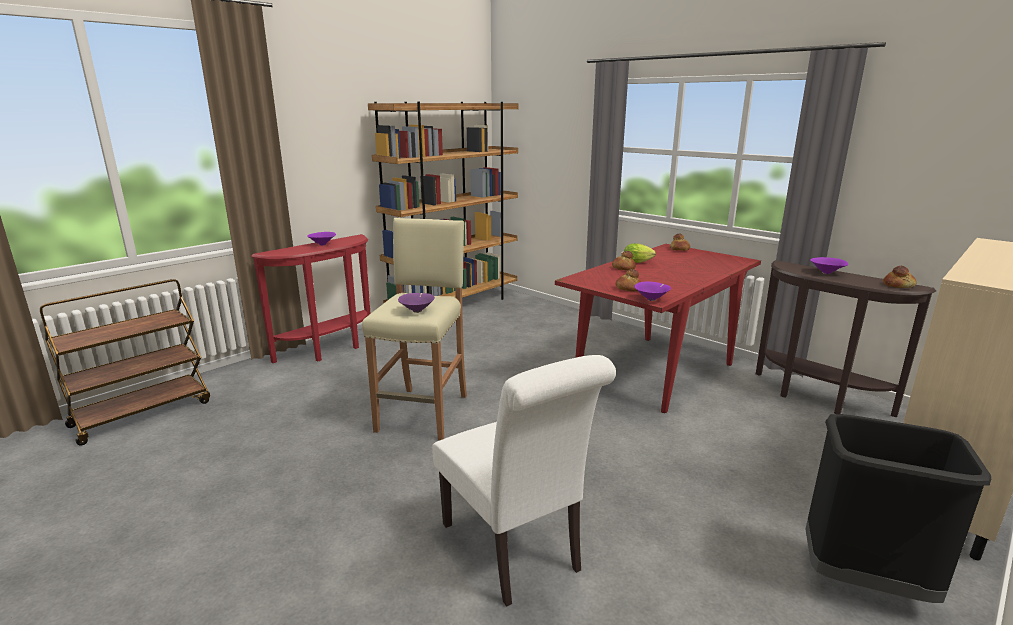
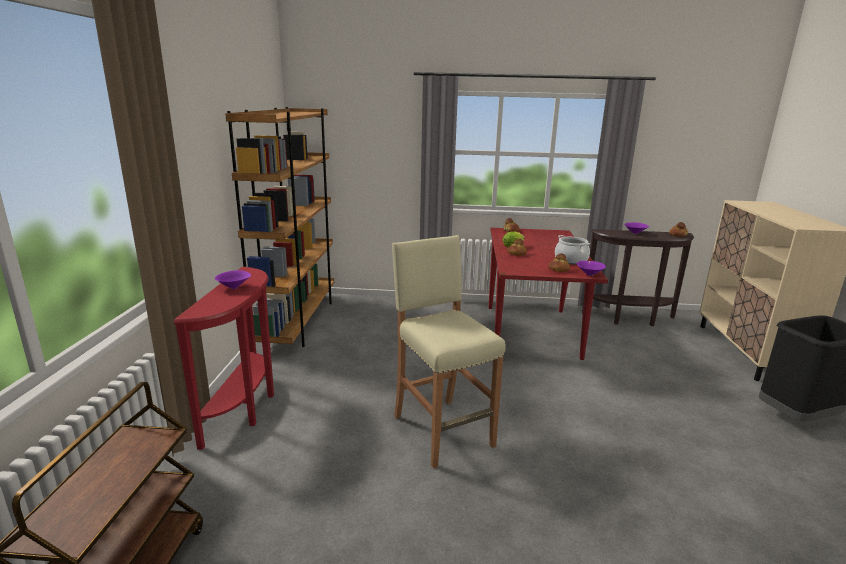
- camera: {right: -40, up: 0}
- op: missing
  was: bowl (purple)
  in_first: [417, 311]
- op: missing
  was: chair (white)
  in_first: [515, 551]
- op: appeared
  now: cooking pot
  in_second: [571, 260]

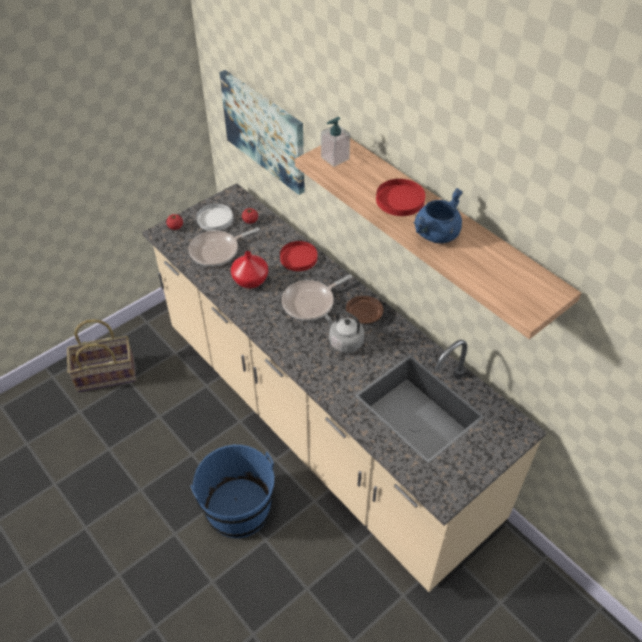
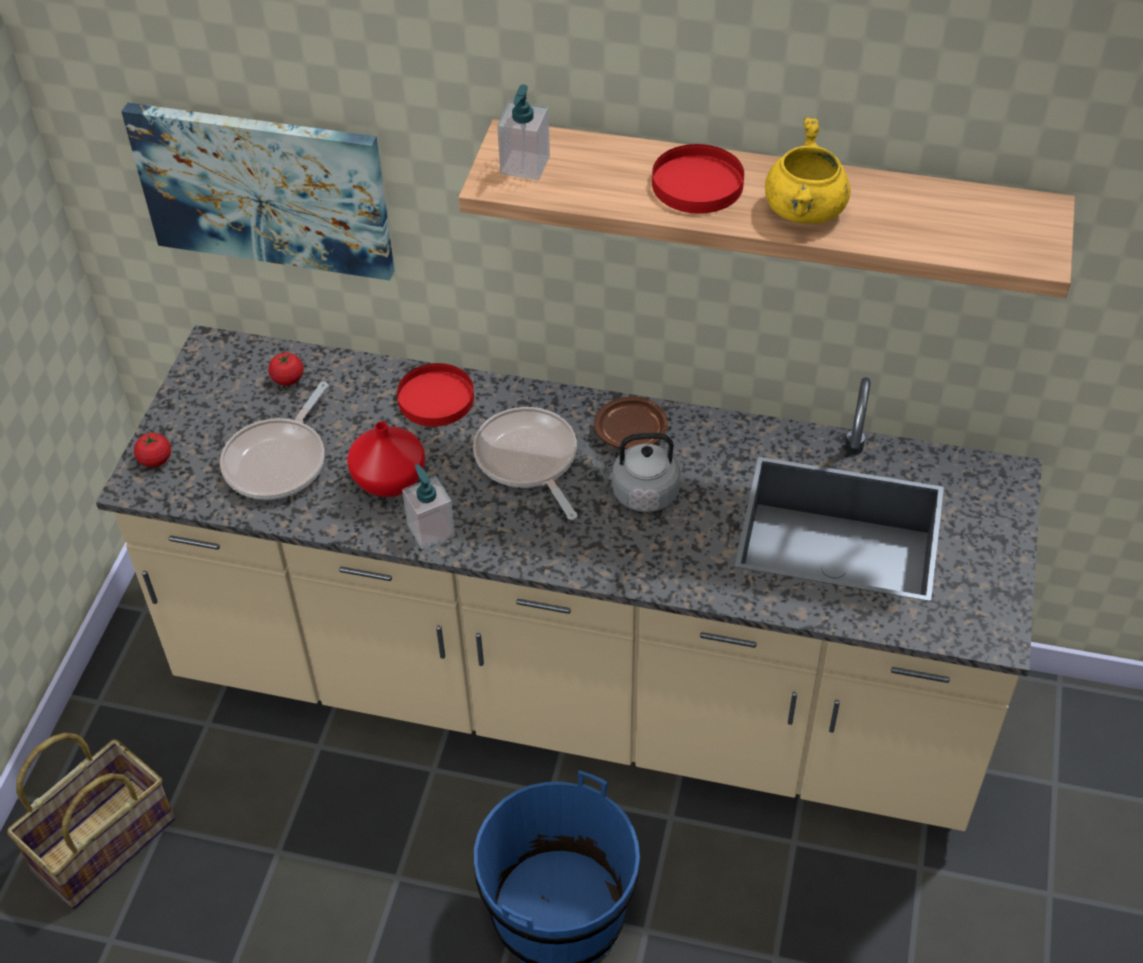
- camera: {right: -35, up: 0}
- op: missing
  was: plate (white)
  in_first: [215, 219]
- op: spun
  was: frying pan
  in_first: [311, 302]
  in_second: [528, 460]
  clockwise: 135
- op: colour
  was: cooking pot (blue)
  now: cooking pot (yellow)
  in_first: [436, 235]
  in_second: [806, 211]
- op: appeared
  now: soap dispenser
  in_second: [431, 530]

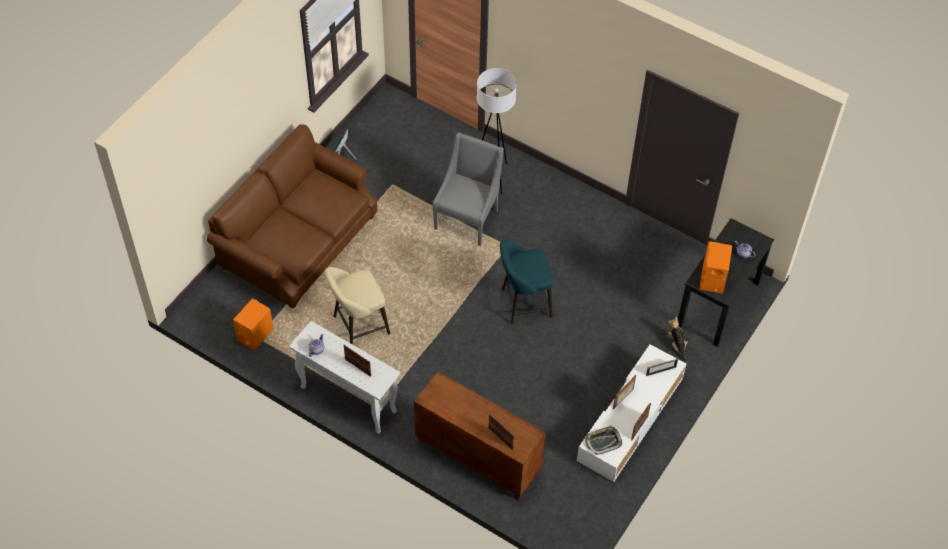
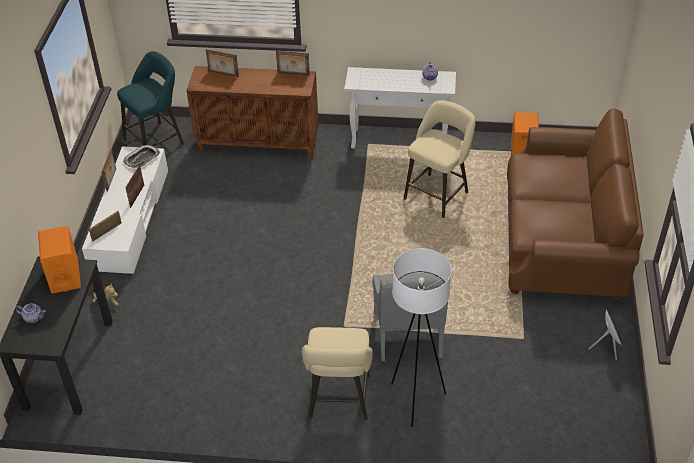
- camera: {right: 155, up: -10}
- op: relocated
  was: picture frame
  in_first: [358, 367]
  in_second: [293, 74]
- op: relocated
  was: stool (turquoise)
  in_first: [523, 304]
  in_second: [157, 140]
- op: appeared
  now: stool (beige)
  in_second: [339, 400]

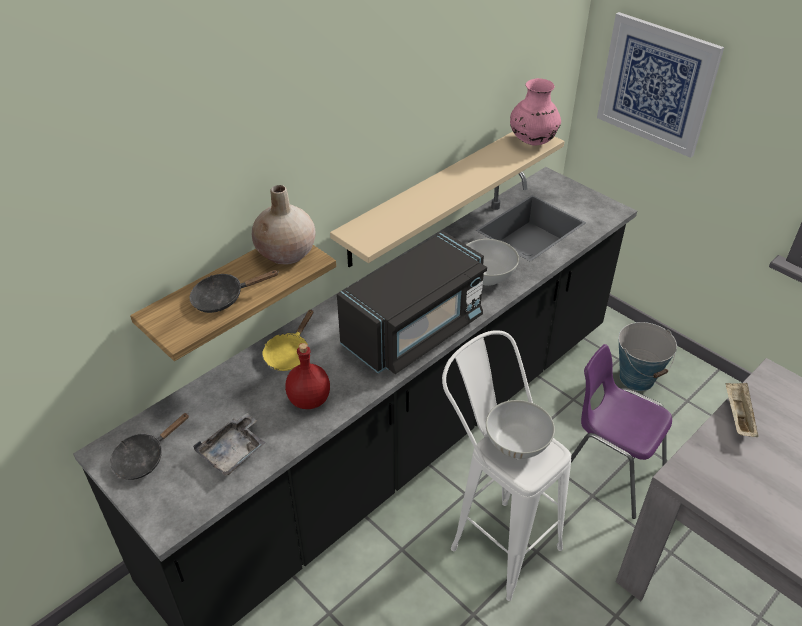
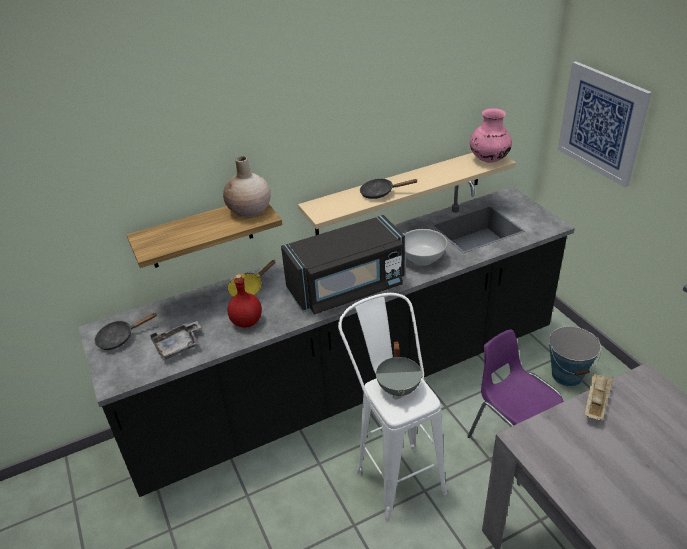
- camera: {right: 20, up: -5}
- op: relocated
  was: frying pan (black)
  in_first: [223, 298]
  in_second: [380, 193]
- op: exchanged
  was: bowl (white)
  now: cooking pot (grey)
  in_first: [517, 444]
  in_second: [399, 388]

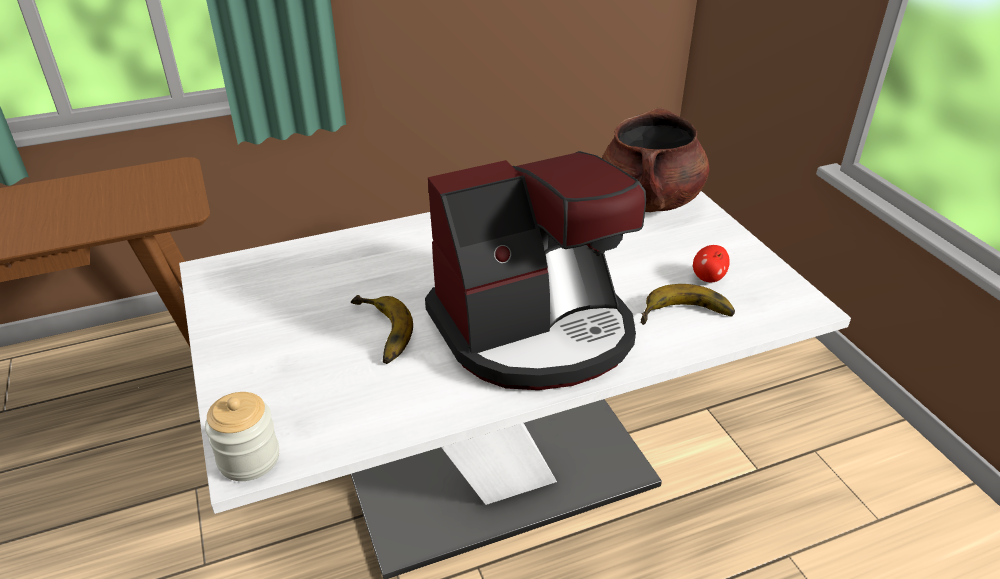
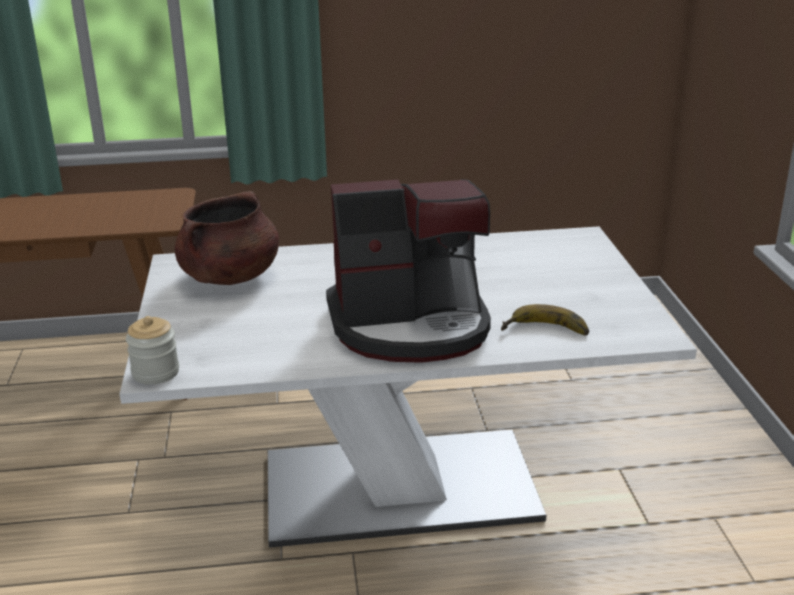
- camera: {right: 15, up: -10}
- op: missing
  was: banana
  in_first: [376, 334]
- op: relocated
  was: cooking pot (brown)
  in_first: [649, 200]
  in_second: [230, 277]
- op: missing
  was: apple
  in_first: [708, 278]

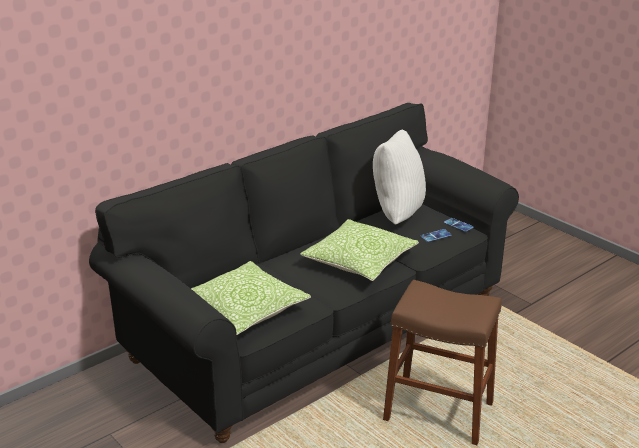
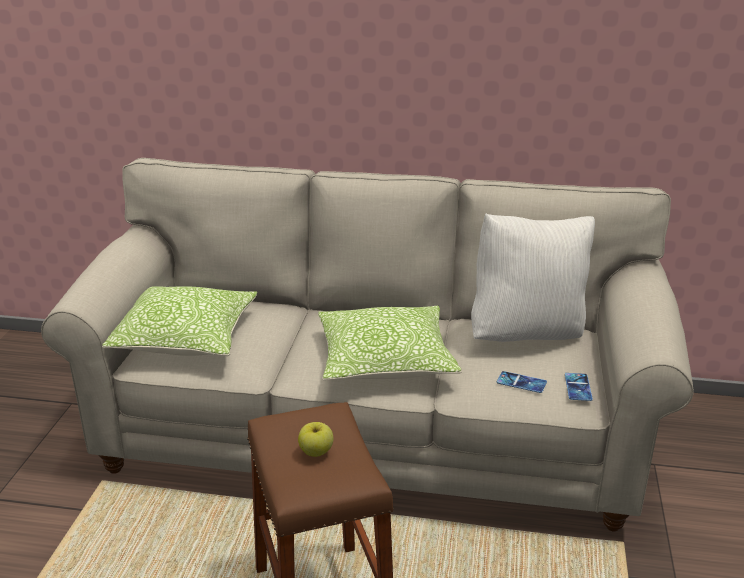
- camera: {right: 50, up: 0}
- op: colour
  was: sofa (black)
  now: sofa (beige)
  in_first: [319, 329]
  in_second: [372, 433]
- op: appeared
  now: apple
  in_second: [316, 452]

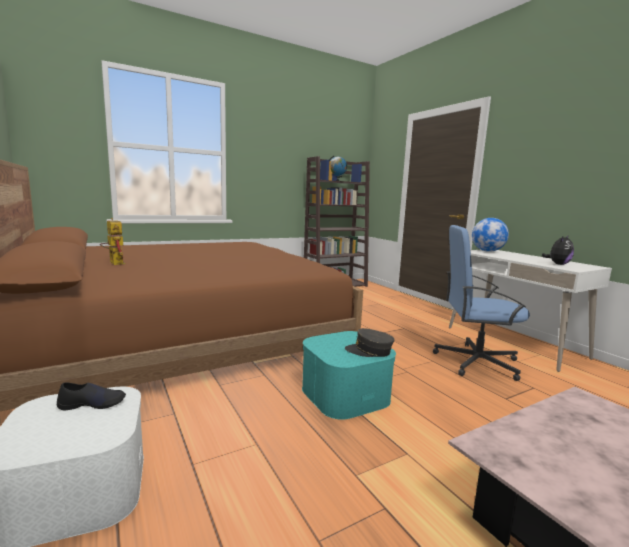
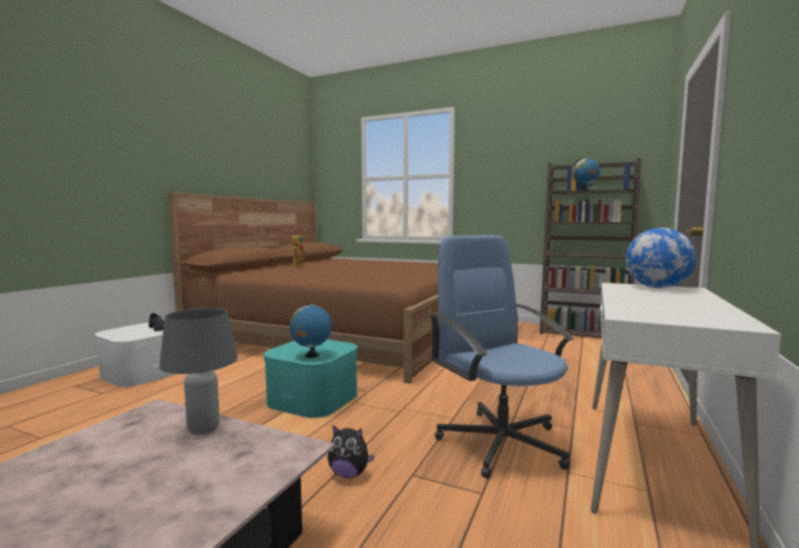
- camera: {right: 55, up: -5}
- op: exchanged
  was: cap (grey)
  now: globe
  in_first: [369, 351]
  in_second: [311, 356]
- op: relocated
  was: plush toy
  in_first: [558, 264]
  in_second: [349, 474]
- op: appeared
  now: table lamp (grey)
  in_second: [204, 429]

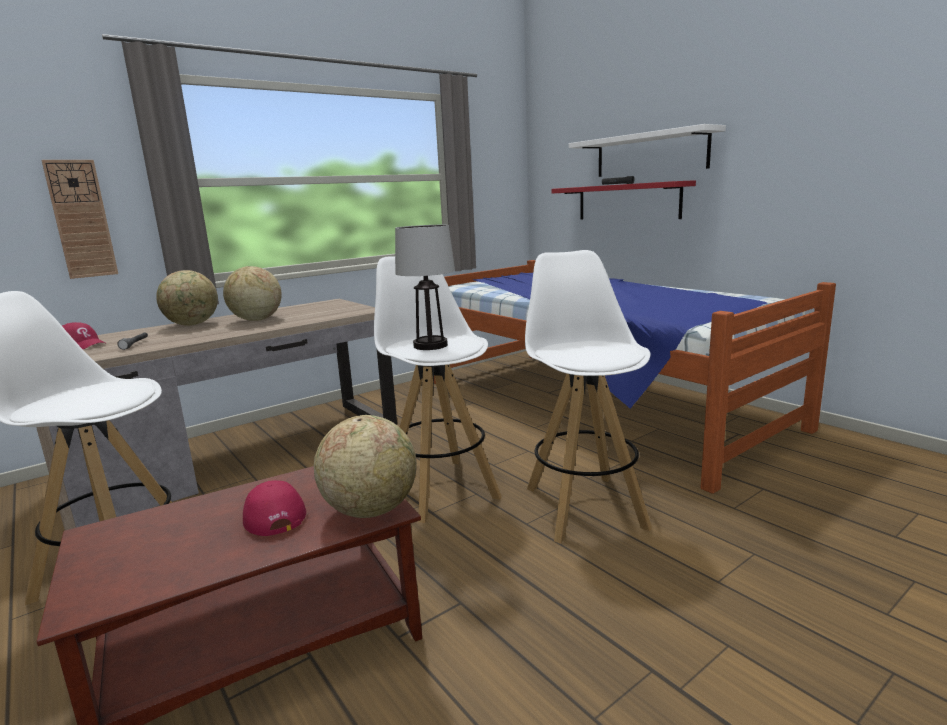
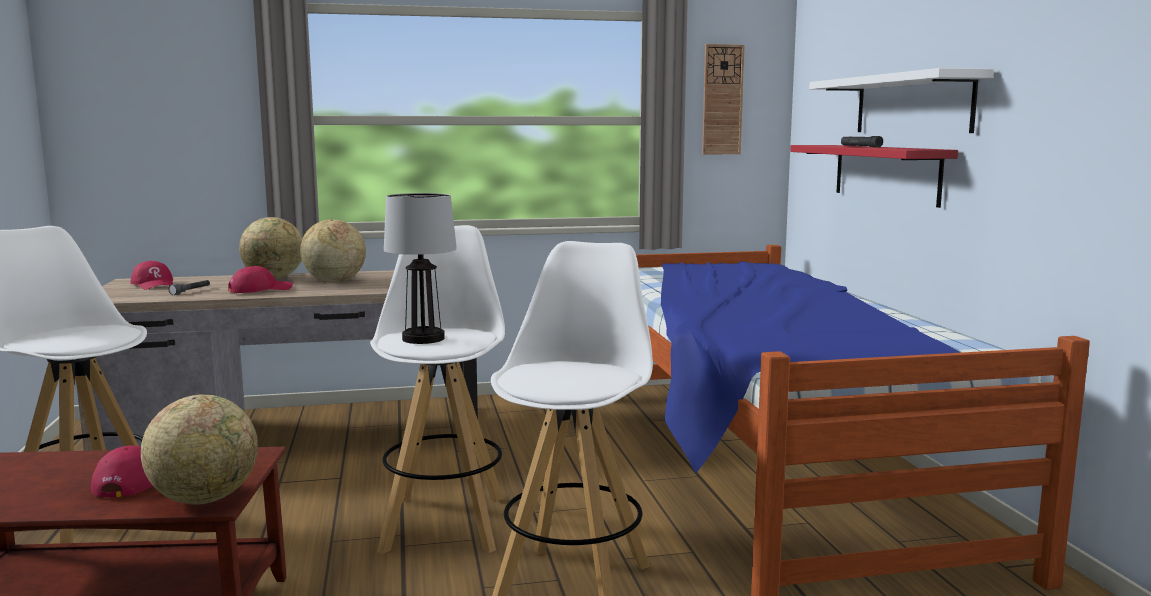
- camera: {right: 25, up: -5}
- op: relocated
  was: wall clock
  in_first: [81, 219]
  in_second: [722, 100]
- op: appeared
  now: cap (red)
  in_second: [260, 289]

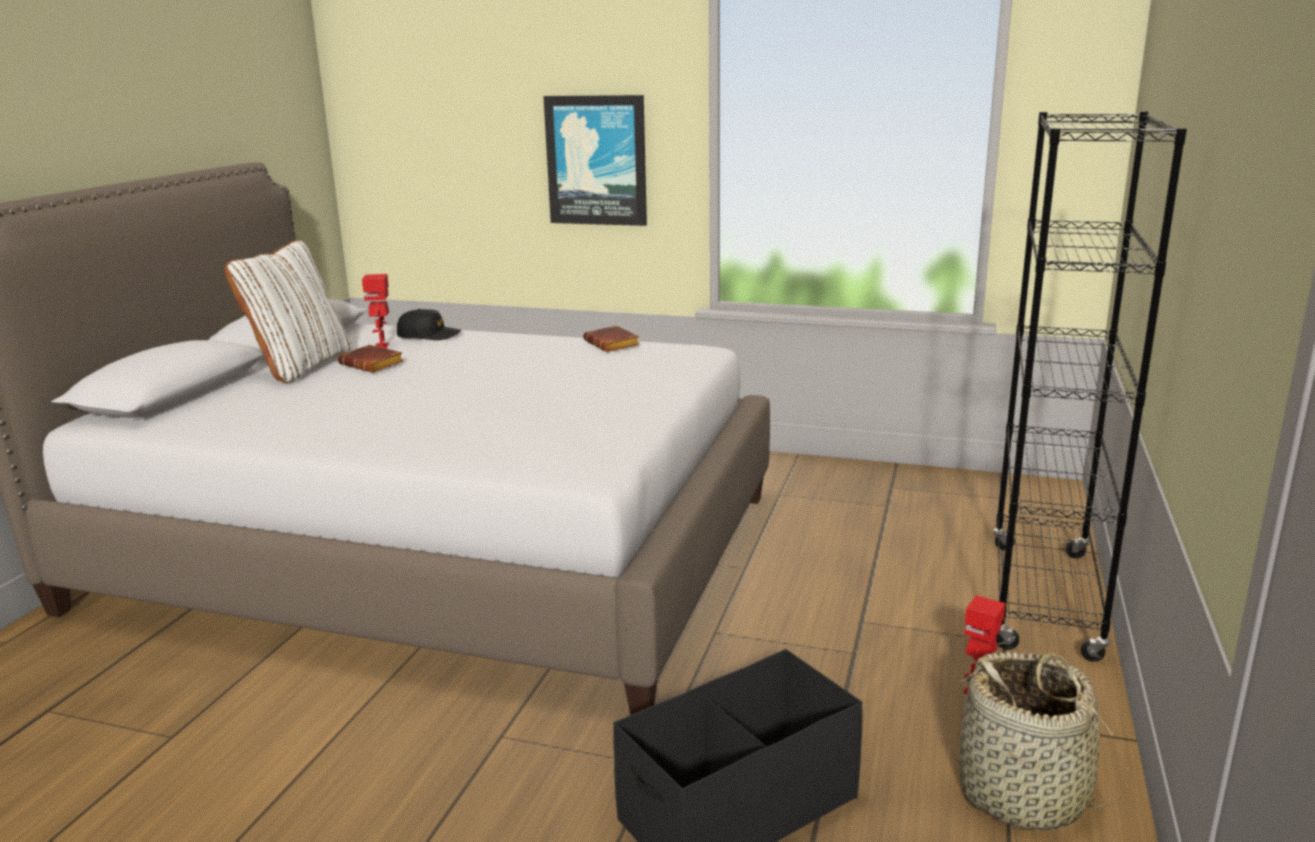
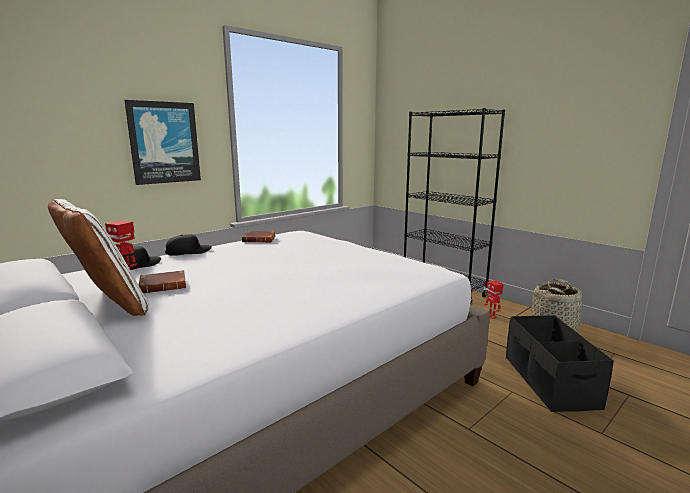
- camera: {right: -60, up: -5}
- op: appeared
  now: cap (black)
  in_second: [188, 252]

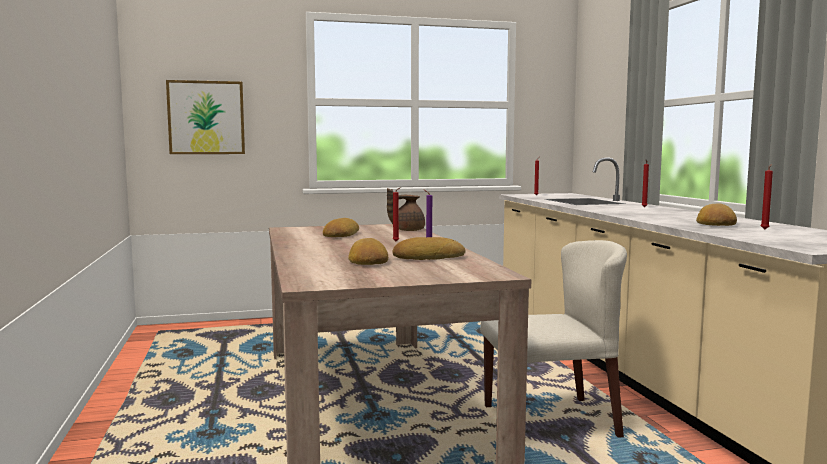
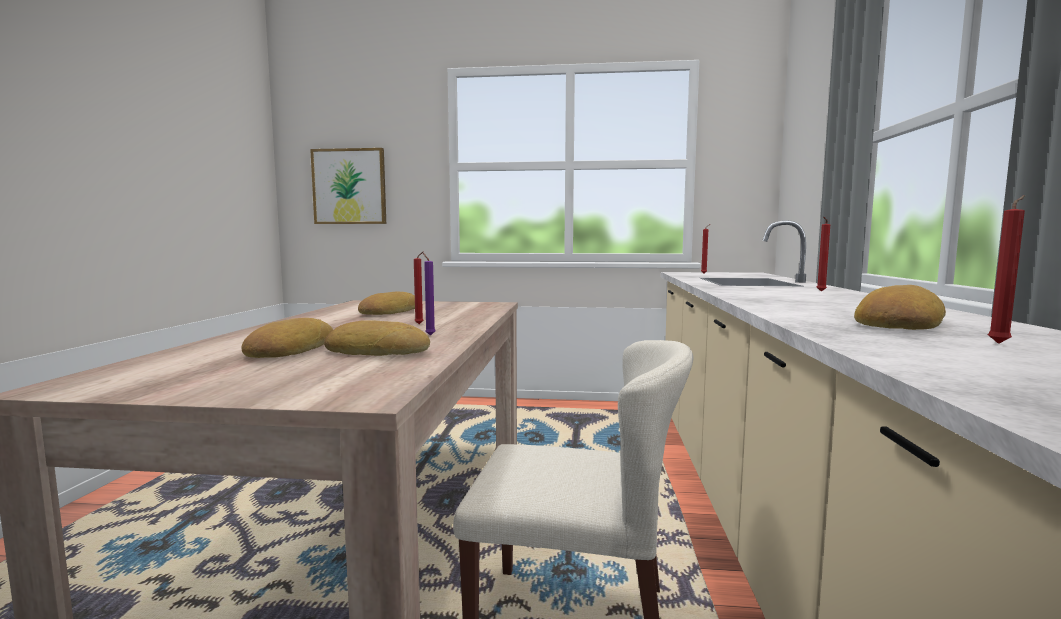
- camera: {right: 20, up: 0}
- op: missing
  was: teapot (brown)
  in_first: [406, 230]

